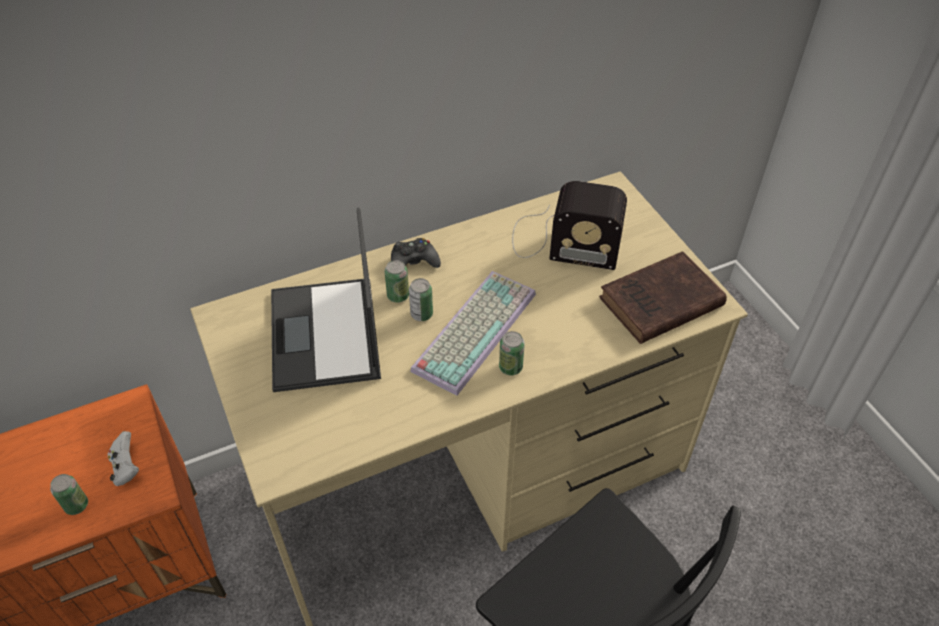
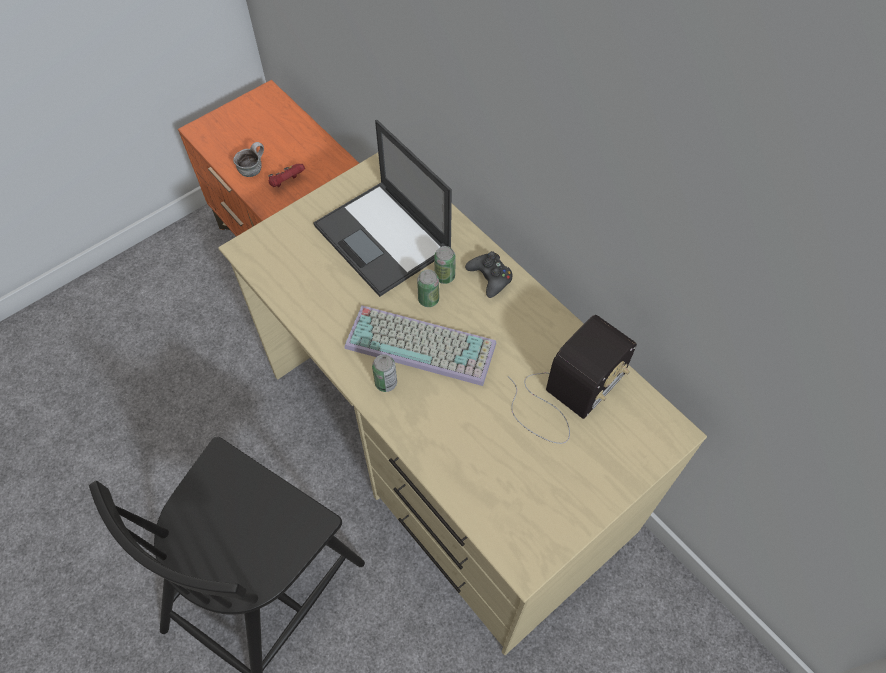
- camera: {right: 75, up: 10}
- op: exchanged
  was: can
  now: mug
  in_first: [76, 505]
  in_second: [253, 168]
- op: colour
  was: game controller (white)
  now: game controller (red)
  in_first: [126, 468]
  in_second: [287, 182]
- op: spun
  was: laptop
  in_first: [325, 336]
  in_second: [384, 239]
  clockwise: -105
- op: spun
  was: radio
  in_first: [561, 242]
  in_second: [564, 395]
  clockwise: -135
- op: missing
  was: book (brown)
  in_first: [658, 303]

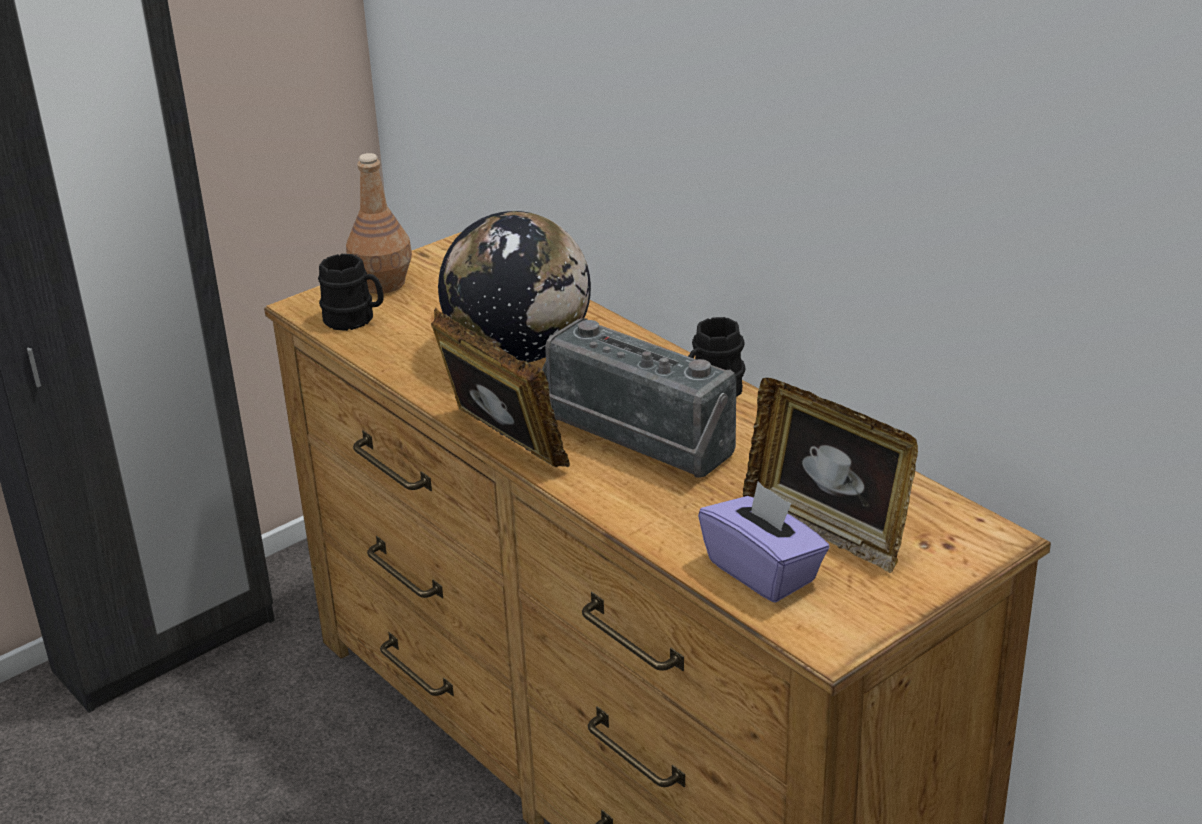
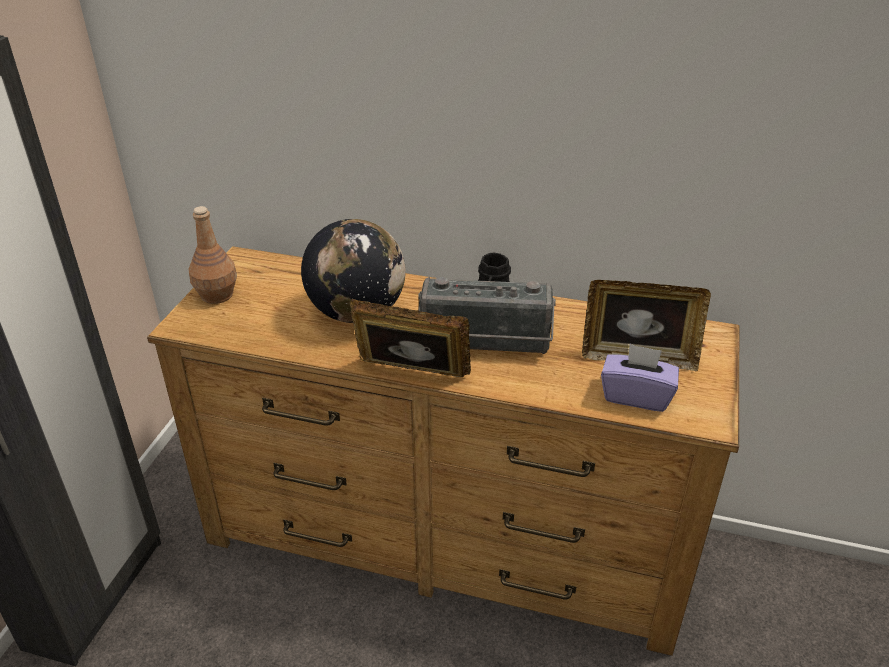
- camera: {right: -35, up: 5}
- op: missing
  was: mug (black)
  in_first: [355, 320]

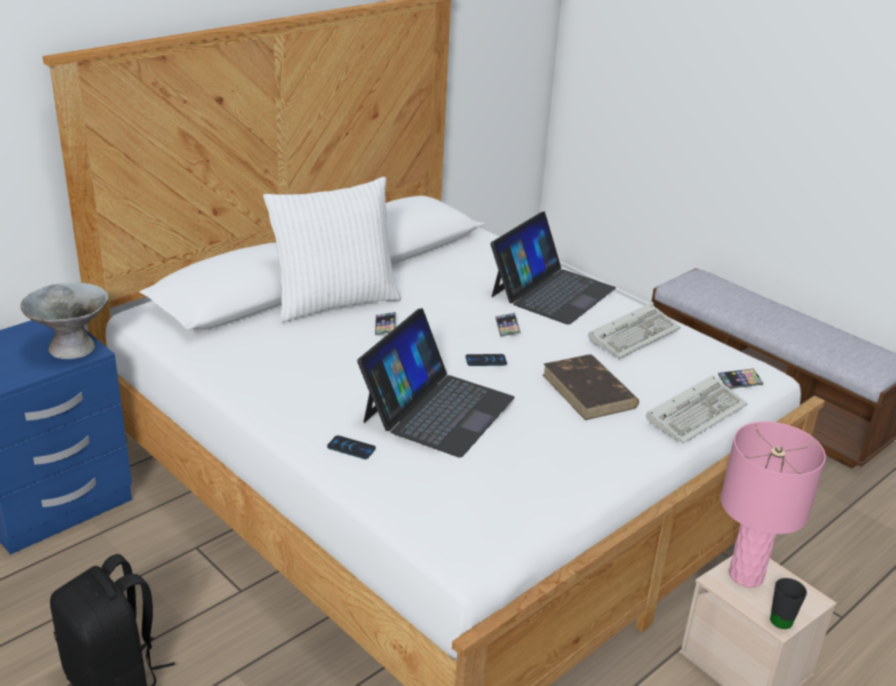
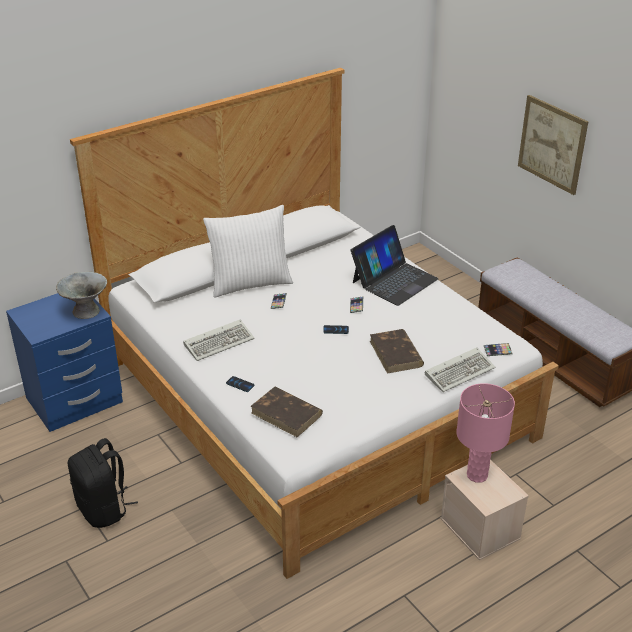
- camera: {right: 10, up: 5}
- op: missing
  was: laptop
  in_first: [437, 409]
- op: relocated
  was: keyboard
  in_first: [634, 334]
  in_second: [220, 342]
- op: missing
  was: mug (black)
  in_first: [784, 618]
- op: appeared
  now: book (brown)
  in_second: [287, 414]
- op: appeared
  now: picture
  in_second: [552, 144]

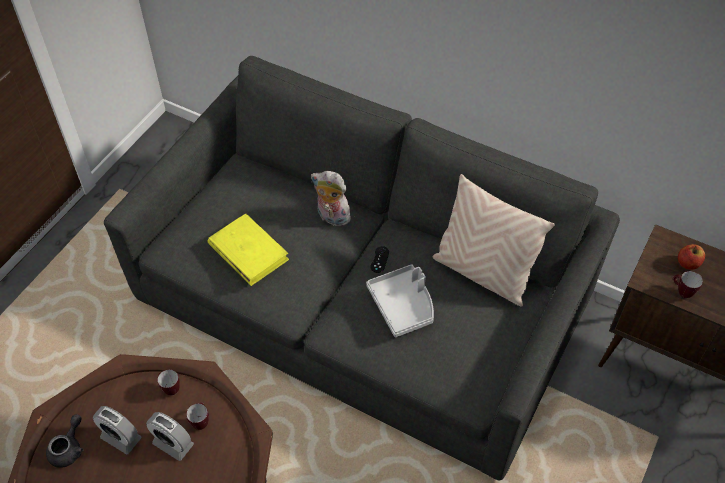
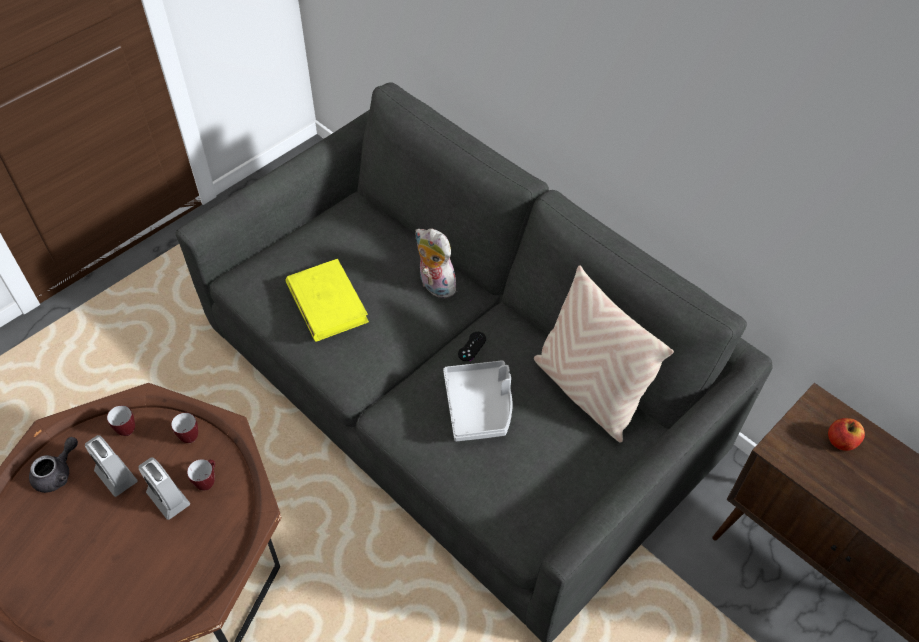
- camera: {right: 15, up: 0}
- op: relocated
  was: mug
  in_first: [681, 292]
  in_second: [126, 428]

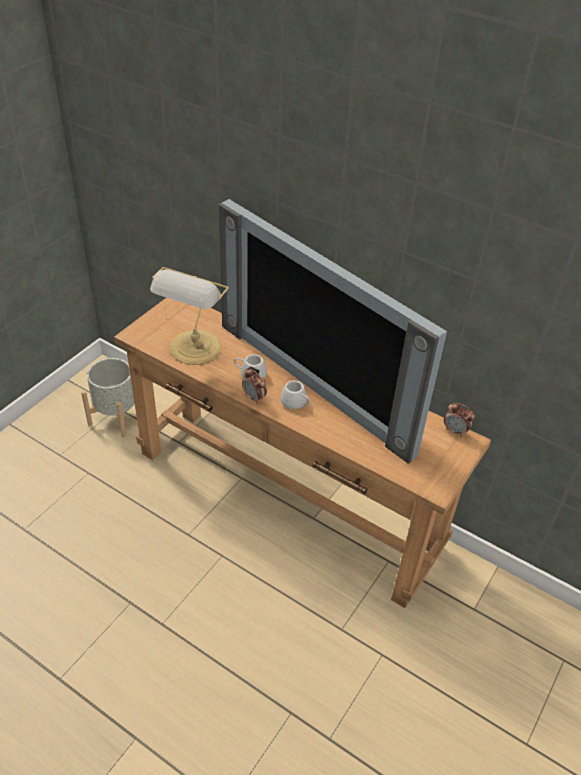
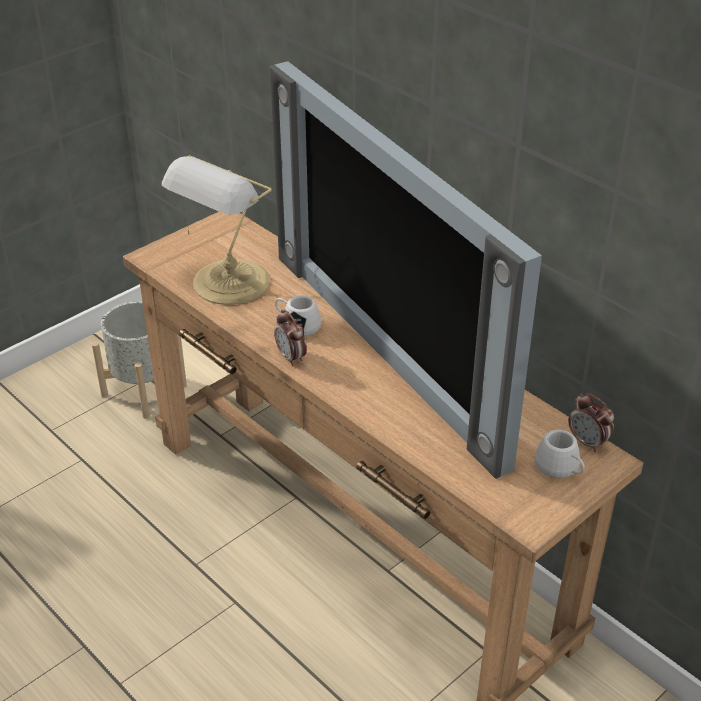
- camera: {right: 15, up: -5}
- op: relocated
  was: mug (white)
  in_first: [296, 403]
  in_second: [561, 468]

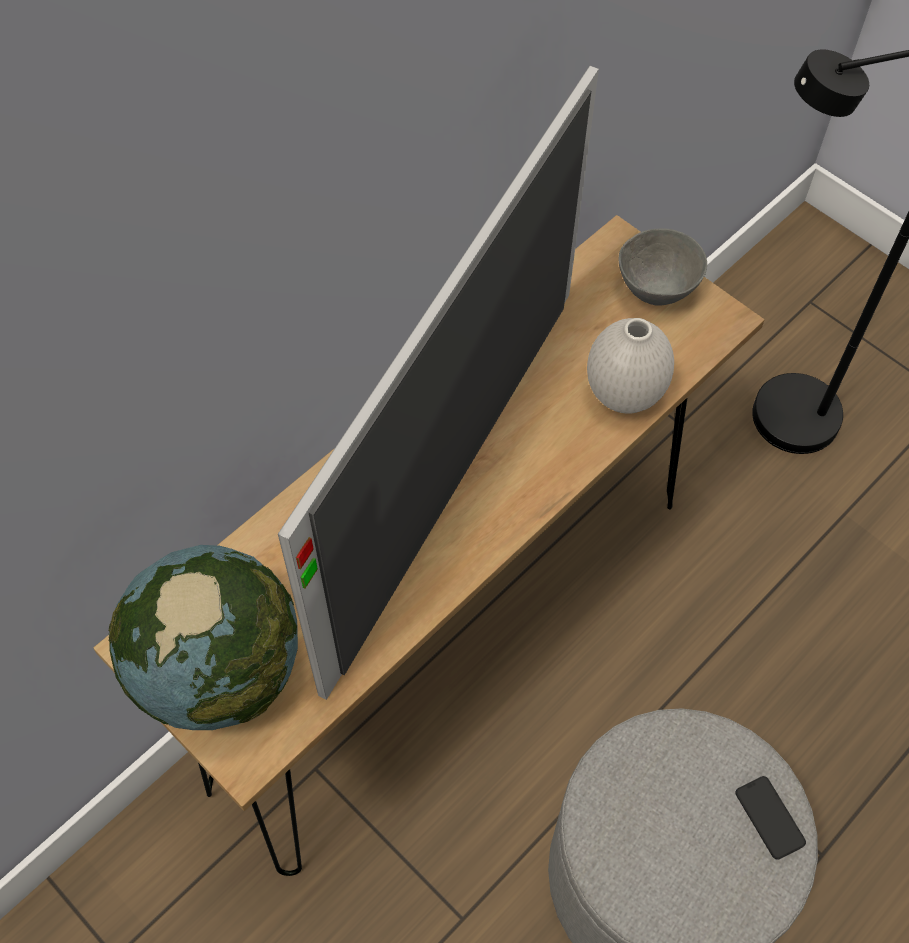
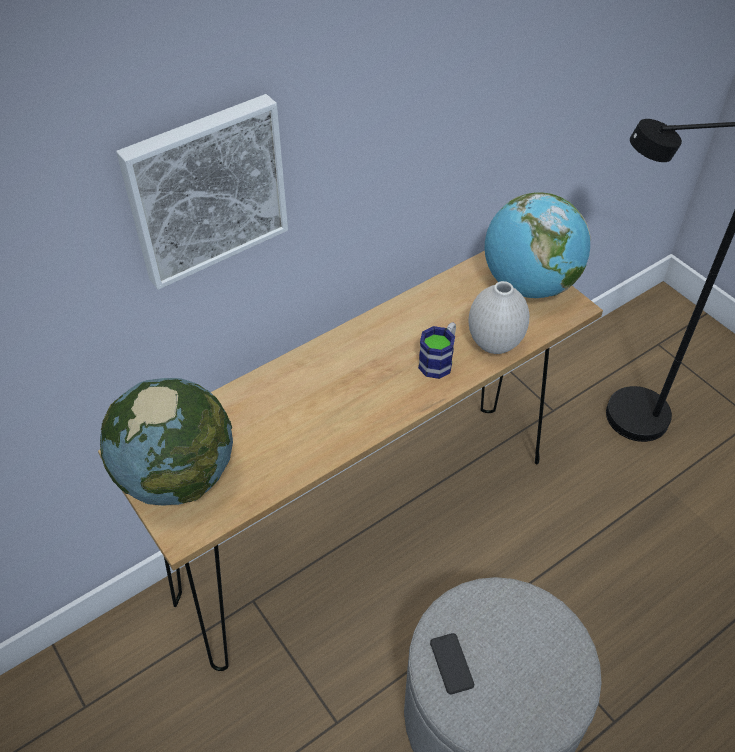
- camera: {right: 10, up: -10}
- op: missing
  was: television
  in_first: [456, 478]
- op: exchanged
  was: bowl (grey)
  now: globe
  in_first: [656, 292]
  in_second: [529, 285]
- op: relocated
  was: phone
  in_first: [769, 817]
  in_second: [451, 663]
- op: appeared
  now: picture
  in_second: [205, 189]
- op: appeared
  now: mug
  in_second: [439, 360]

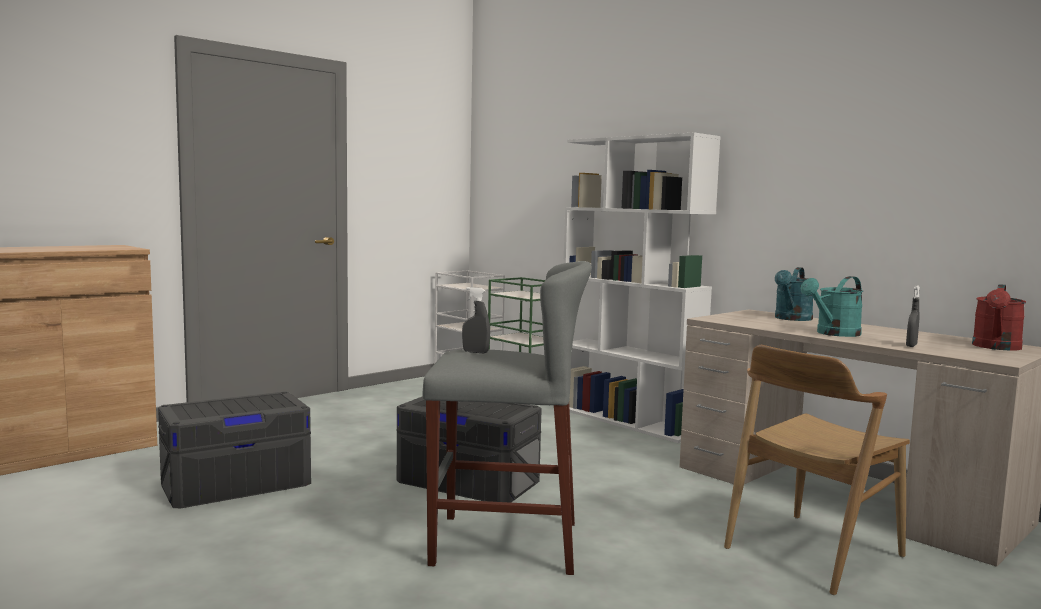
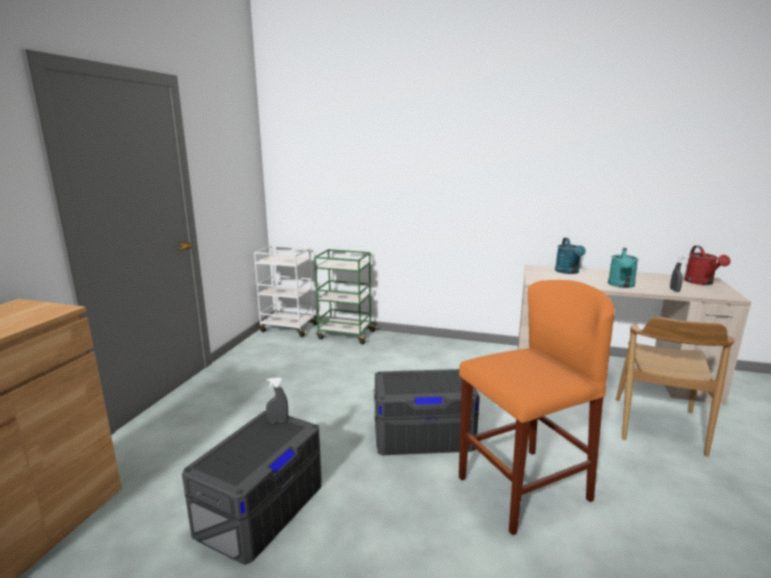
- camera: {right: -30, up: 10}
- op: colour
  was: stool (grey)
  now: stool (orange)
  in_first: [505, 543]
  in_second: [523, 488]
- op: relocated
  was: spray bottle (grey)
  in_first: [475, 352]
  in_second: [278, 421]
- op: missing
  was: bookcase (white)
  in_first: [628, 421]

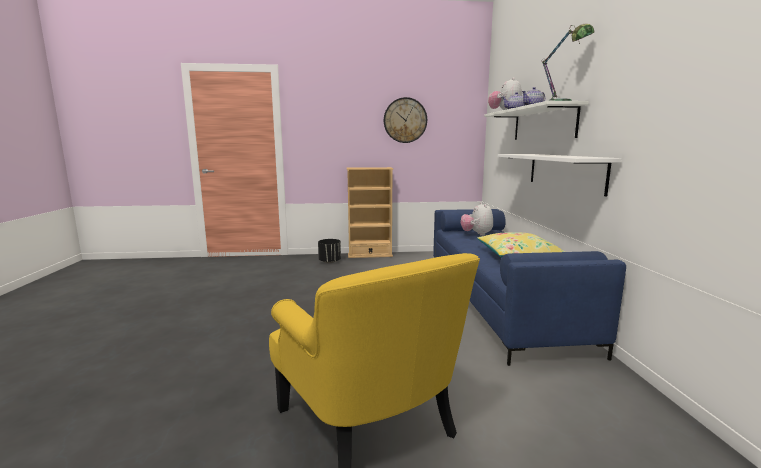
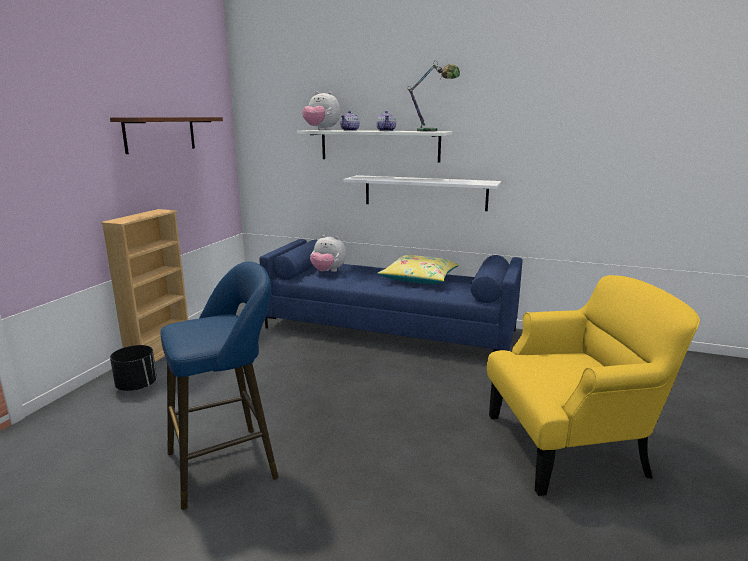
- camera: {right: -65, up: 5}
- op: exchanged
  was: wall clock
  now: shelf (brown)
  in_first: [405, 120]
  in_second: [160, 134]
- op: appeared
  now: stool (blue)
  in_second: [228, 463]

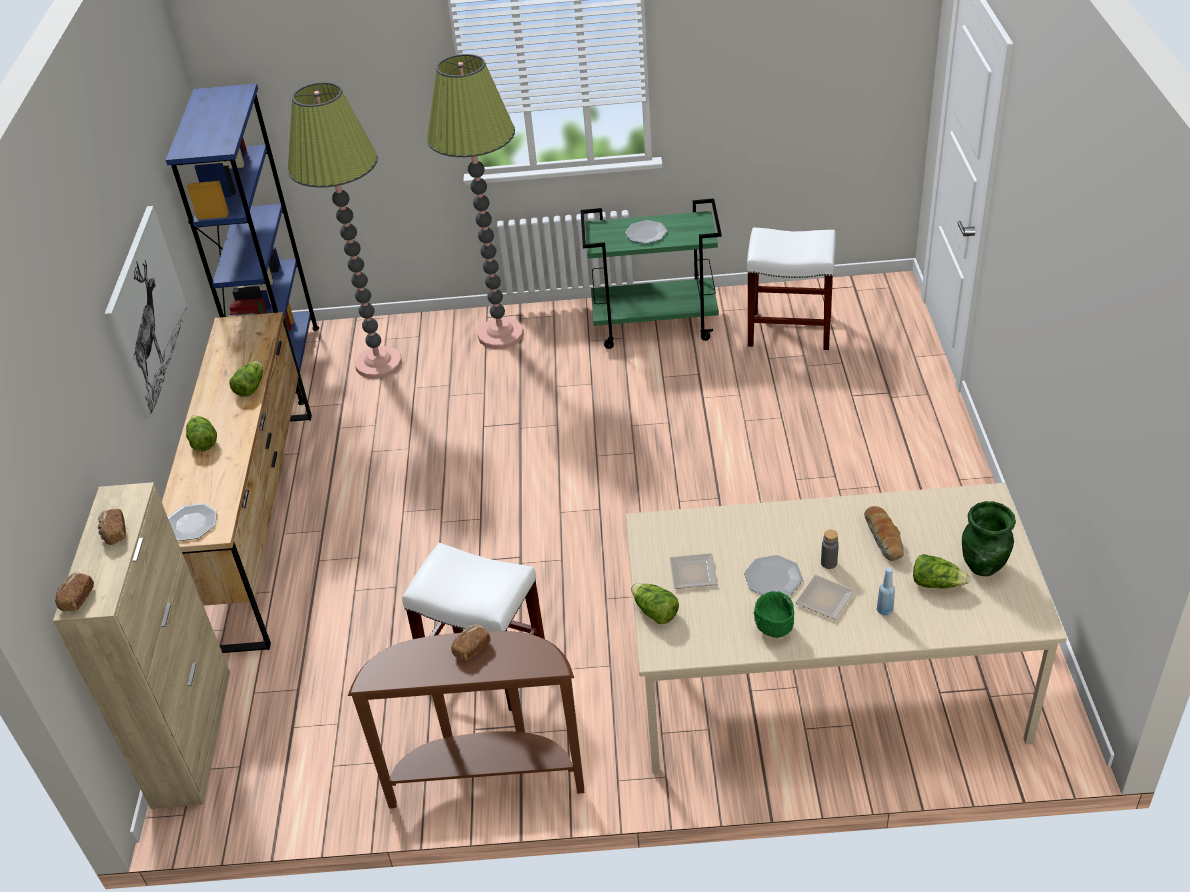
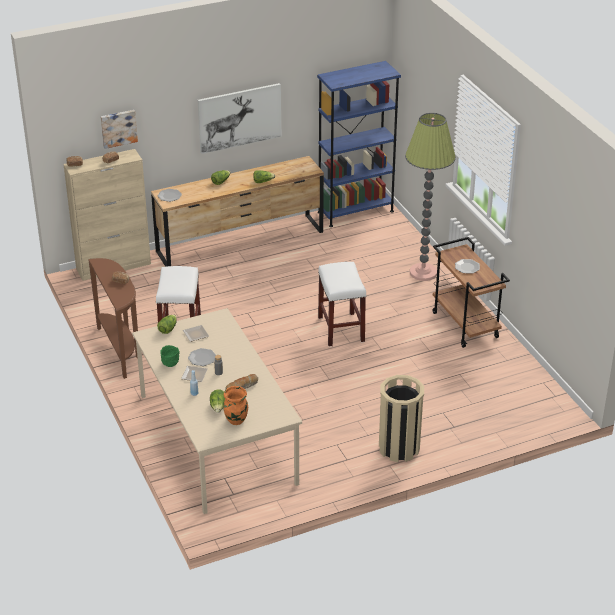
- camera: {right: 65, up: -5}
- op: missing
  was: floor lamp
  in_first: [378, 363]
- op: colour
  was: cart (green)
  now: cart (brown)
  in_first: [656, 325]
  in_second: [466, 325]
- op: relocated
  was: stool (white)
  in_first: [790, 330]
  in_second: [341, 329]
- op: colour
  was: vase (green)
  now: vase (orange)
  in_first: [983, 566]
  in_second: [236, 420]
- op: appeared
  now: picture
  in_second: [118, 128]
- op: appeared
  now: trash can (beige)
  in_second: [399, 448]

